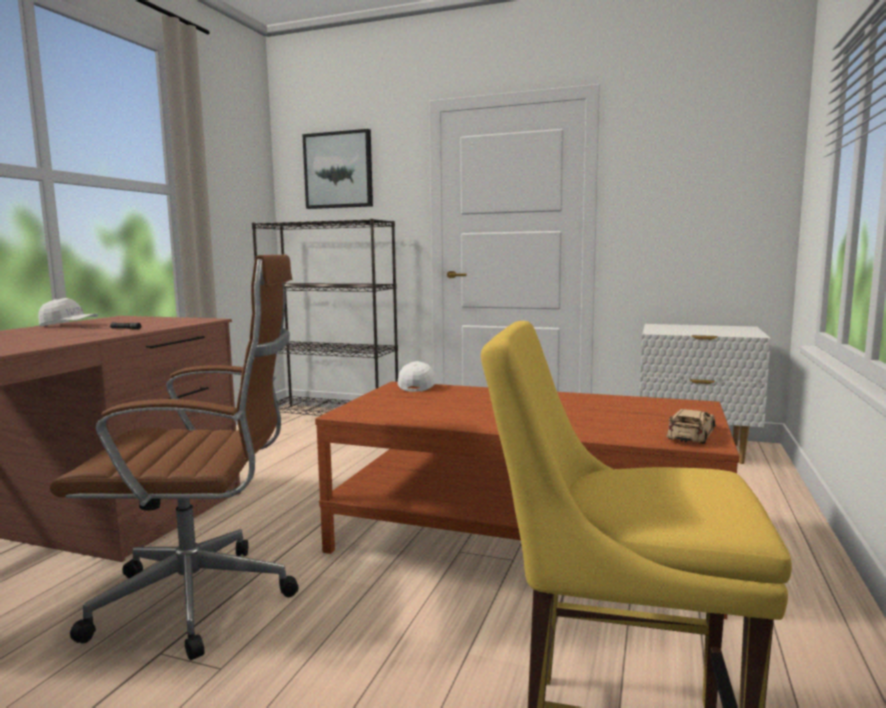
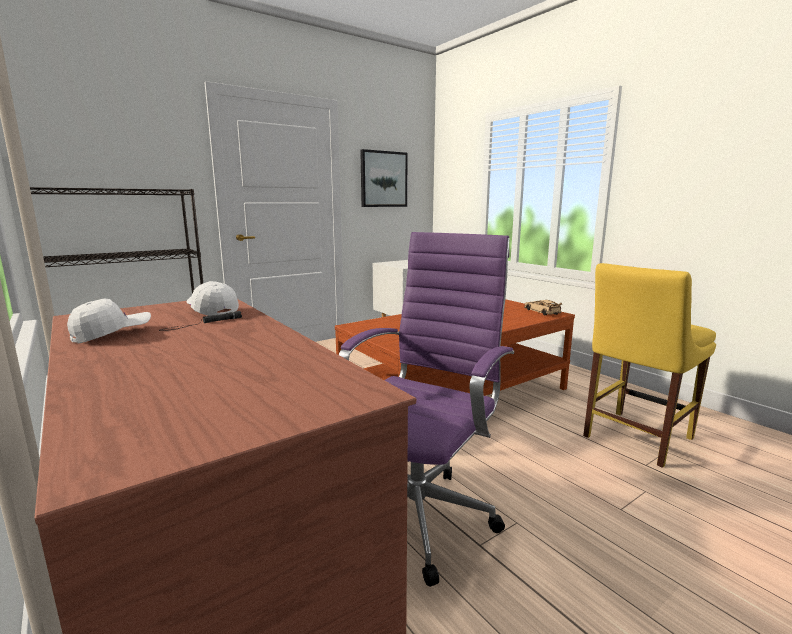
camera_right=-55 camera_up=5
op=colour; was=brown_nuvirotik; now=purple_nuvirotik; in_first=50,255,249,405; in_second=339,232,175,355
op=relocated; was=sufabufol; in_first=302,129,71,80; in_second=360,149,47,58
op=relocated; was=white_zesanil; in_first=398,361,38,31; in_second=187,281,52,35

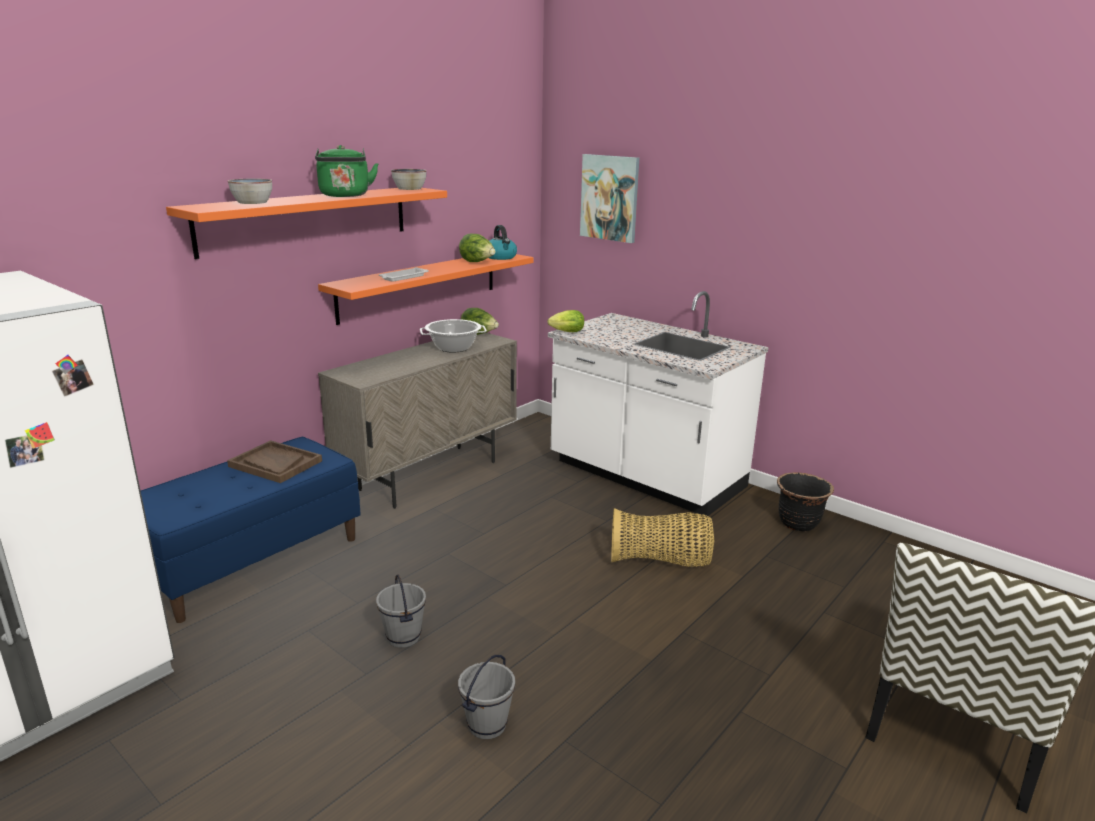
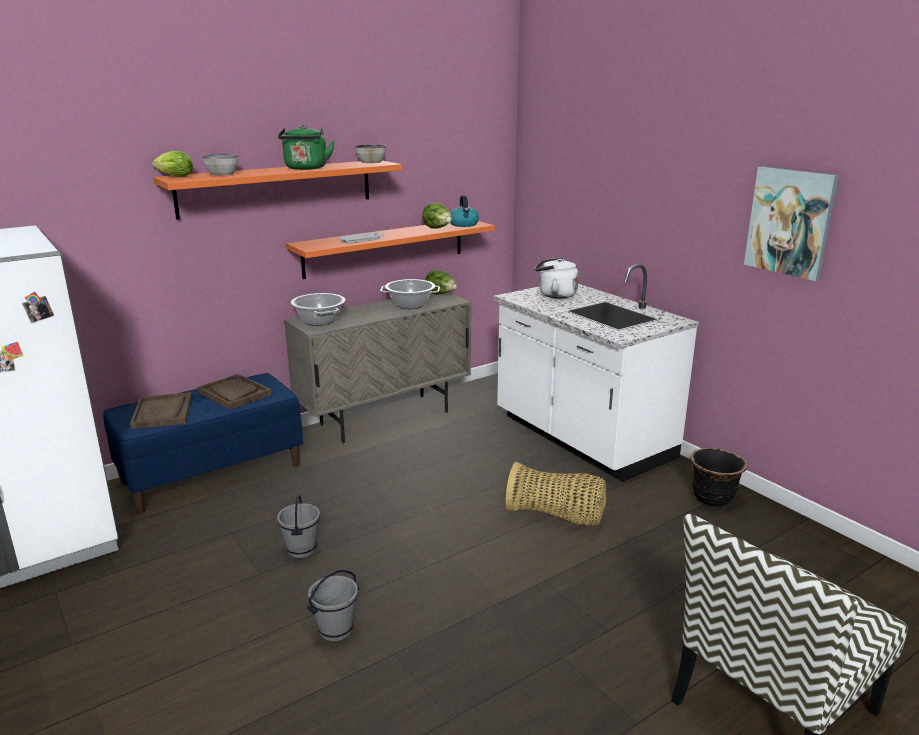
camera_right=15 camera_up=0
op=relocated; was=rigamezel; in_first=547,310,37,22; in_second=152,151,41,26
op=relocated; was=sufabufol; in_first=580,154,59,89; in_second=744,166,94,115
op=appeared; now=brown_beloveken; in_second=130,392,62,37
op=appeared; now=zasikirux; in_second=291,293,55,33
op=appeared; now=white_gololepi; in_second=535,257,44,42

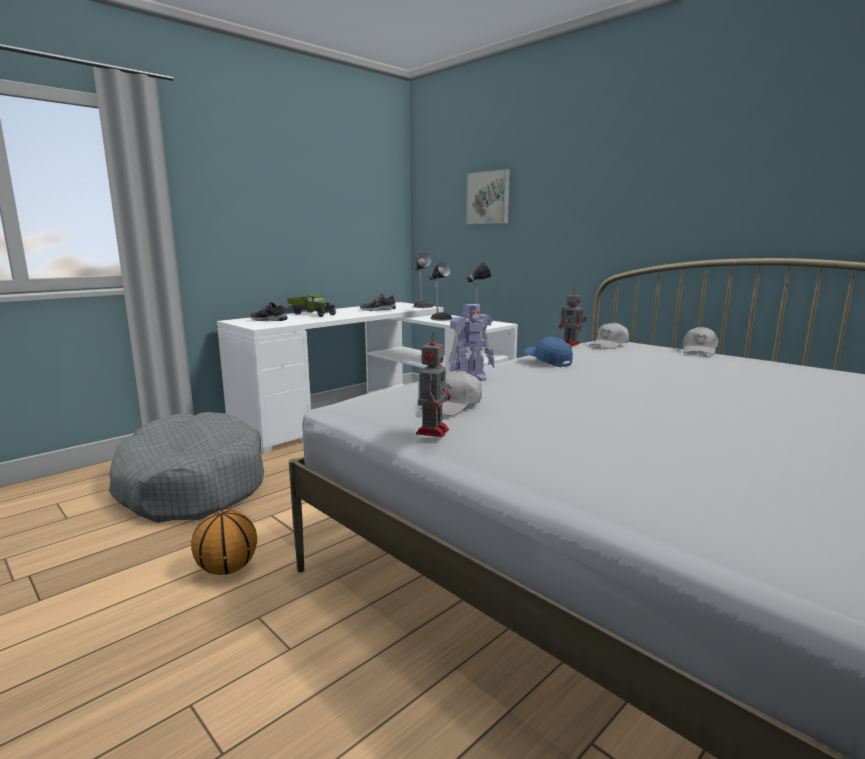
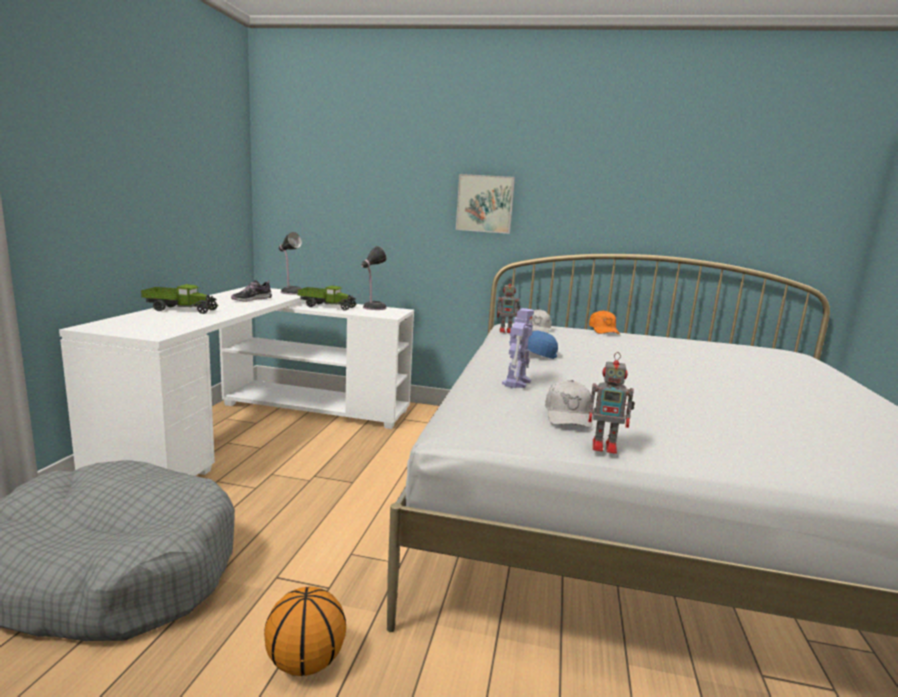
camera_right=-35 camera_up=0
op=missing; was=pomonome; in_first=250,302,38,19
op=spun; was=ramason; in_first=416,332,35,105; in_second=588,352,47,102; clockwise=120
op=exchanged; was=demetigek; now=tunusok; in_first=429,261,23,60; in_second=297,285,60,26
op=relocated; was=sufabufol; in_first=466,169,44,55; in_second=456,174,59,60
op=colour; was=white_zesanil; now=orange_zesanil; in_first=683,326,35,29; in_second=589,310,31,24

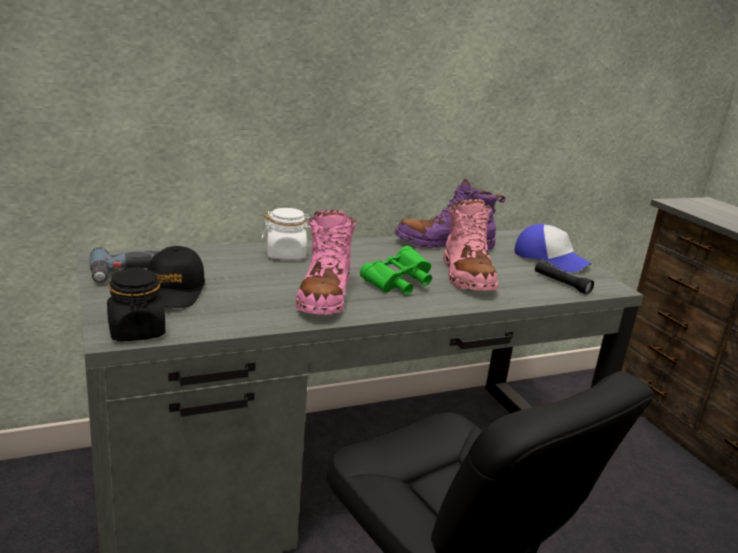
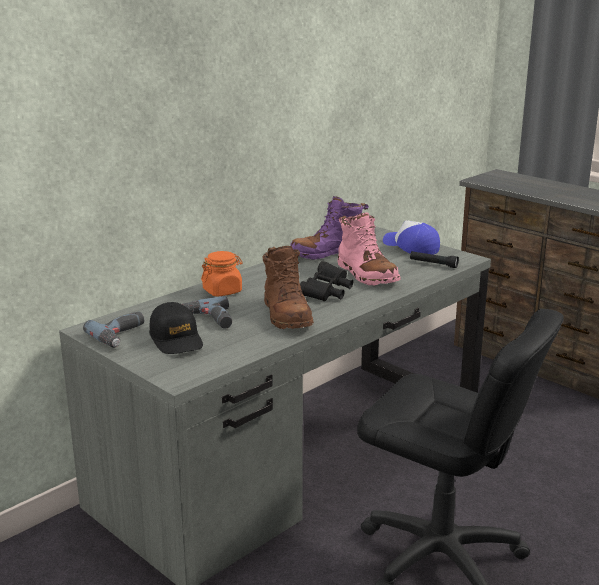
camera_right=-20 camera_up=0
op=missing; was=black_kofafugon; in_first=107,267,58,74
op=colour; was=white_kofafugon; now=orange_kofafugon; in_first=262,208,49,52; in_second=201,251,42,45
op=colour; was=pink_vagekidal; now=brown_vagekidal; in_first=296,210,60,105; in_second=262,246,52,83
op=colour; was=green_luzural; now=black_luzural; in_first=360,246,72,49; in_second=300,261,53,40
op=spun; was=zesanil; in_first=515,224,76,49; in_second=383,220,57,35; clockwise=-150
op=appeared; now=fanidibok; in_second=182,296,50,33

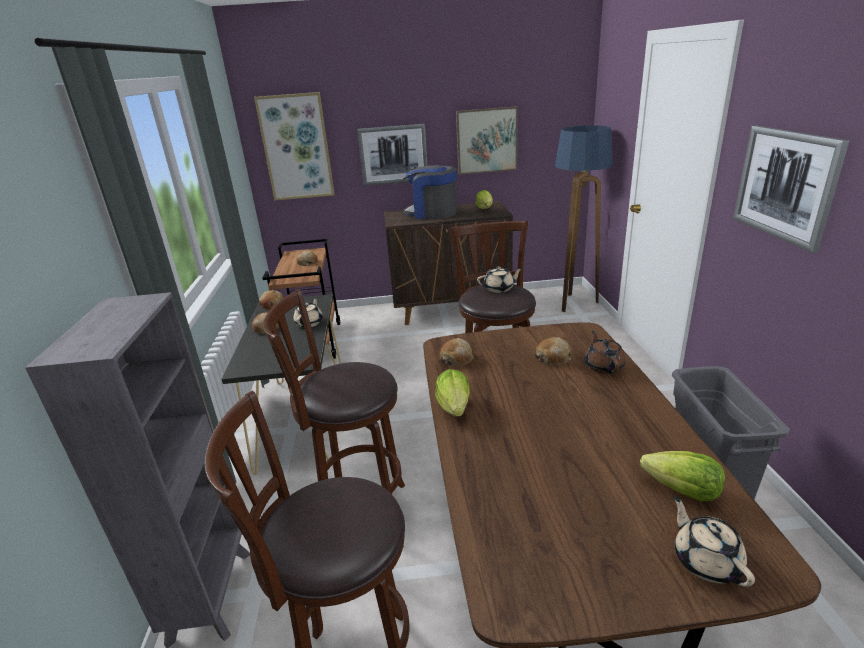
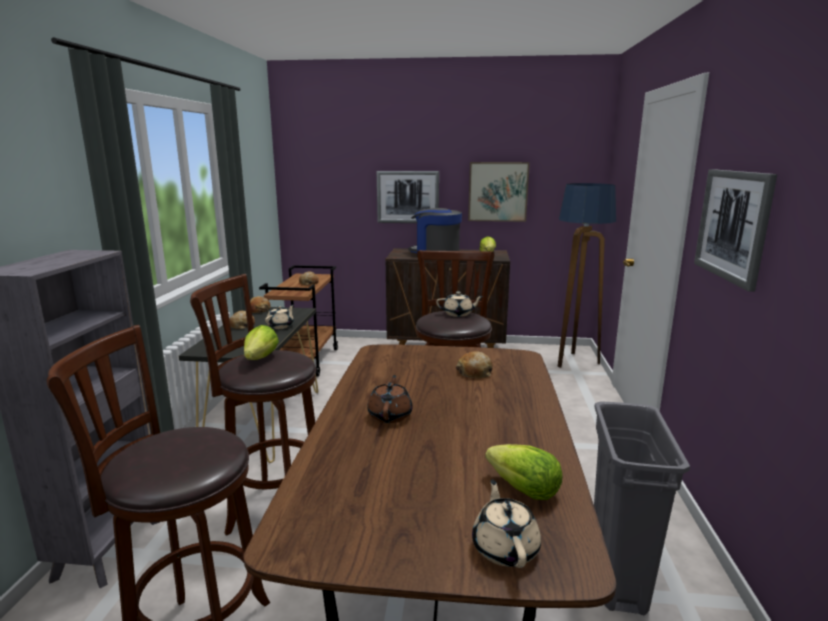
camera_right=10 camera_up=-10
op=missing; was=sufabufol; in_first=254,92,81,109
op=relocated; was=rigamezel; in_first=435,369,35,48; in_second=244,325,35,35
op=missing; was=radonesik; in_first=440,338,34,28
op=relocated; was=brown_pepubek; in_first=584,331,41,43; in_second=367,375,46,48

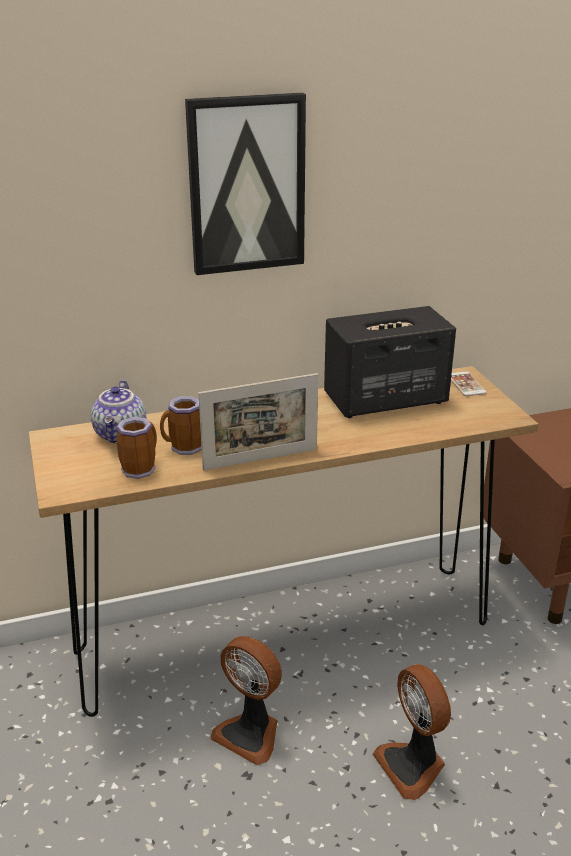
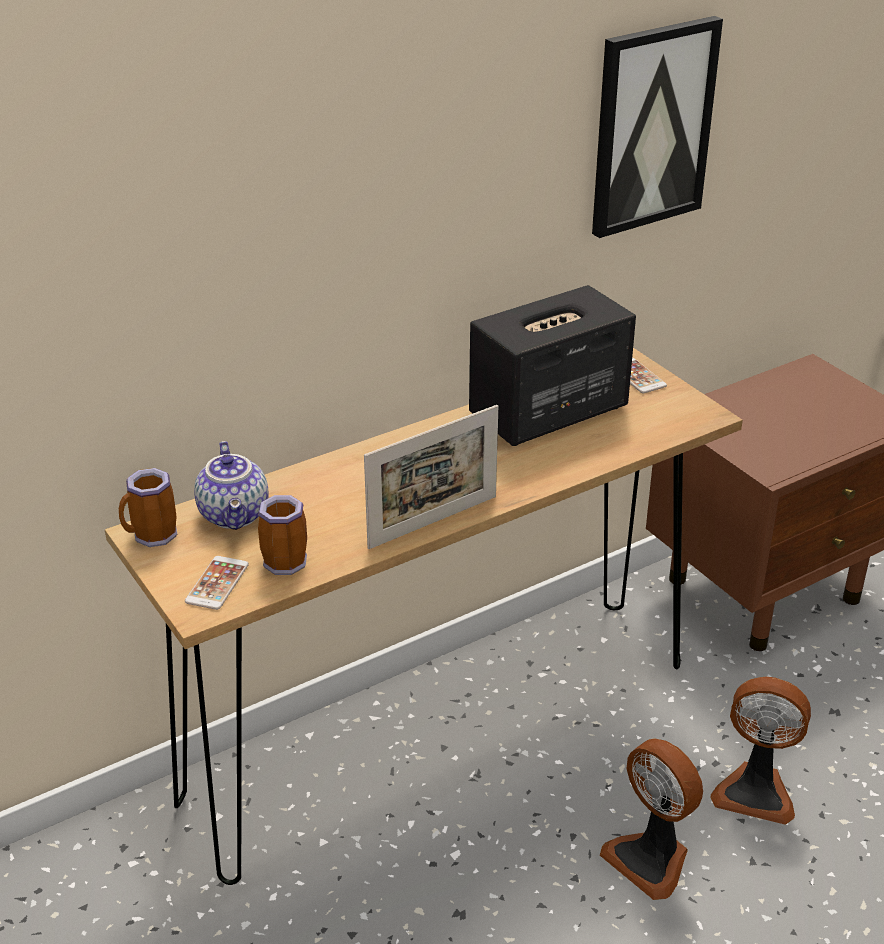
camera_right=-15 camera_up=5
op=relocated; was=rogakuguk; in_first=160,396,42,59; in_second=119,468,58,79
op=relocated; was=sufabufol; in_first=185,93,121,182; in_second=592,16,131,222
op=relocated; was=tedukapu; in_first=211,636,71,129; in_second=711,677,100,148
op=appeared; now=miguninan; in_second=185,556,64,54

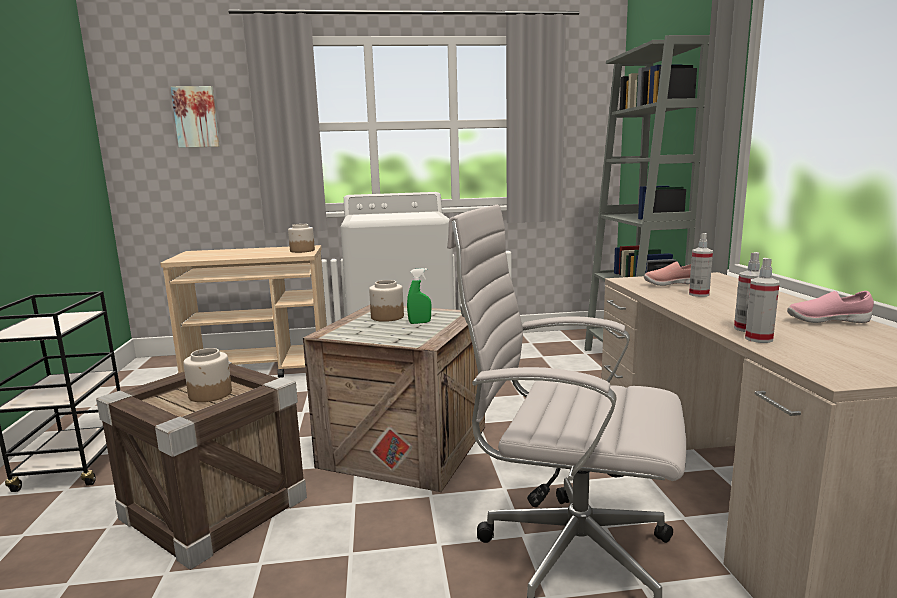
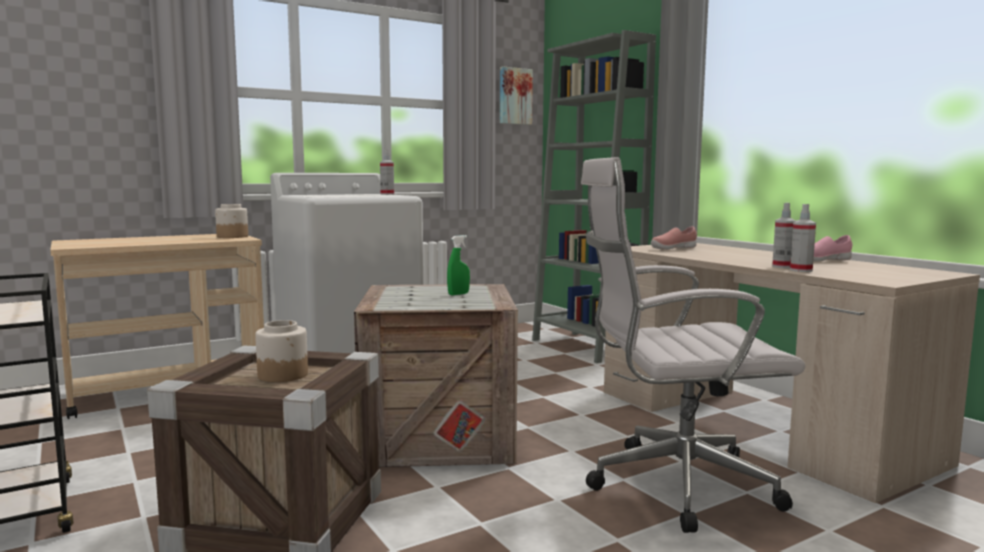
camera_right=-25 camera_up=-5
op=relocated; was=sufabufol; in_first=171,86,49,62; in_second=500,66,33,59
op=missing; was=kofafugon; in_first=369,280,35,42
op=relocated; was=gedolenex; in_first=689,233,24,64; in_second=380,150,14,45

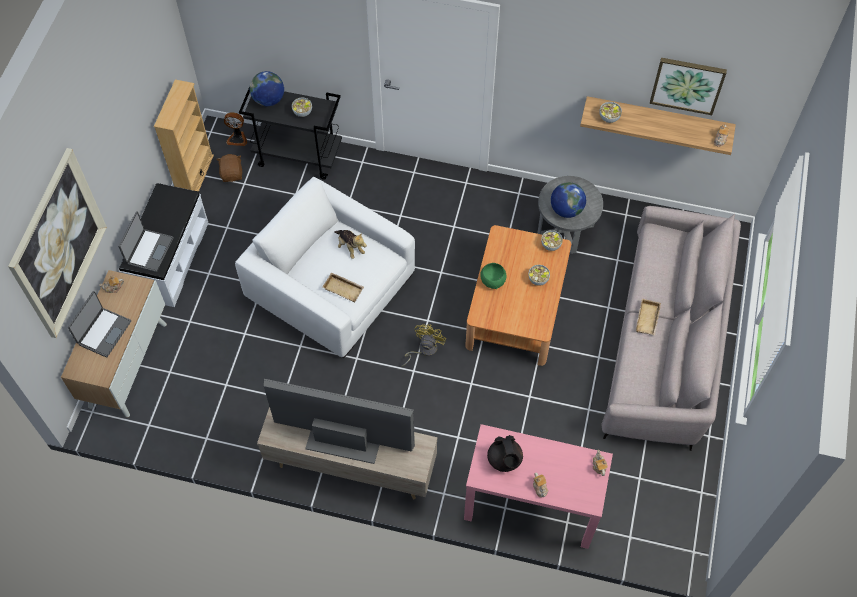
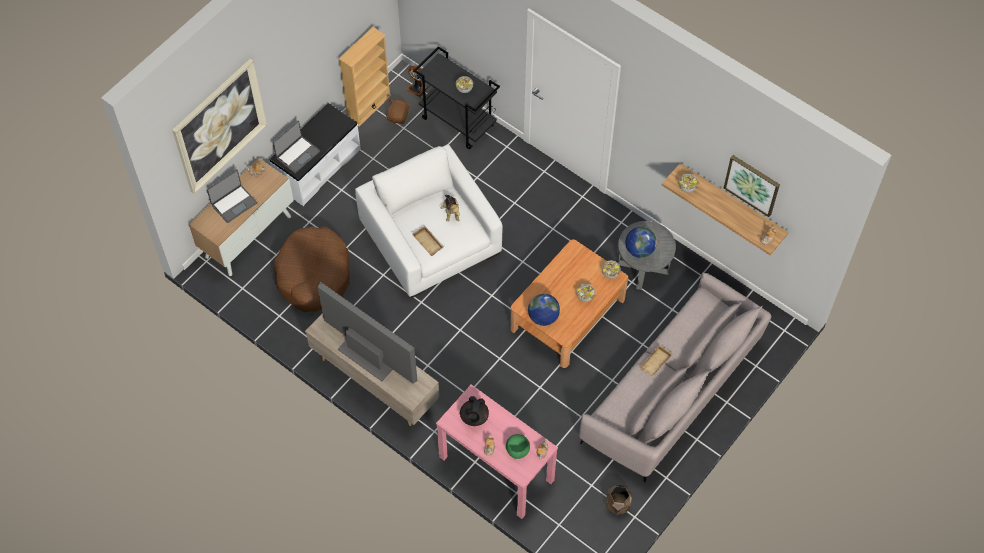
camera_right=25 camera_up=0
op=relocated; was=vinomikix; in_first=249,71,35,35; in_second=528,294,32,32
op=missing; was=yellow_tedukapu; in_first=402,324,44,42
op=relocated; was=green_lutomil; in_first=480,263,26,26; in_second=506,434,24,25
op=appeared; now=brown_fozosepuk; in_second=274,226,76,86
op=appeared; now=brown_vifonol; in_second=606,485,26,30

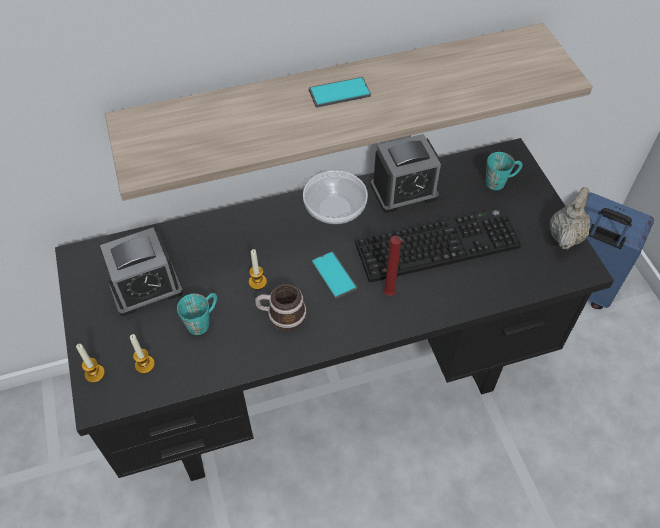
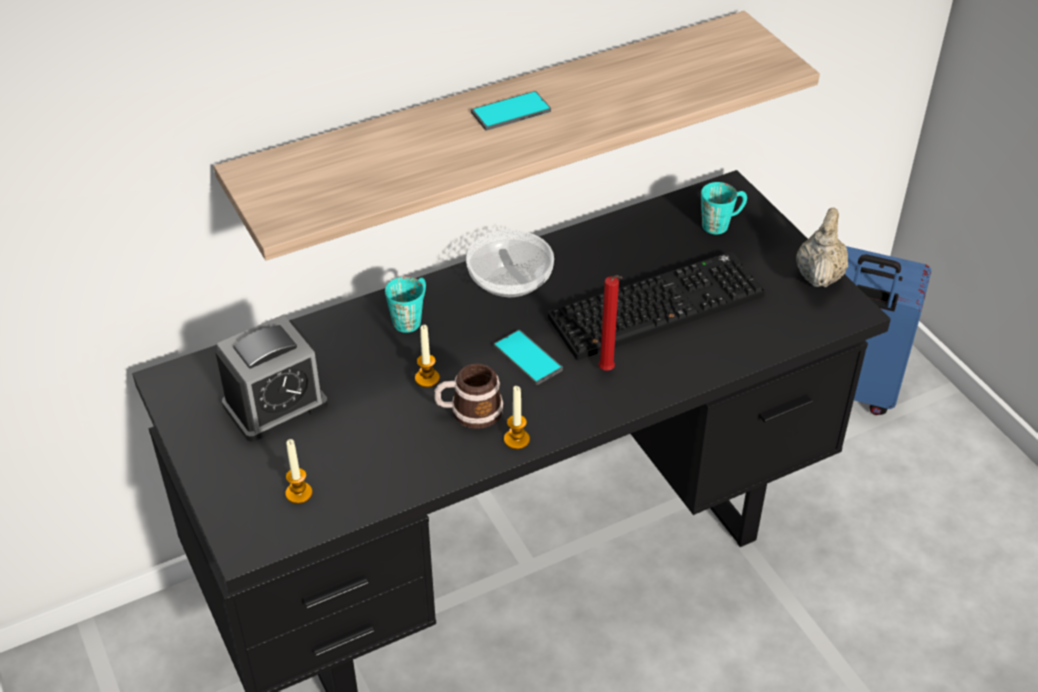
camera_right=-10 camera_up=-10
op=relocated; was=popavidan; in_first=76,344,29,39; in_second=504,386,26,64
op=relocated; was=turquoise_rogakuguk; in_first=177,293,40,42; in_second=385,277,41,56
op=missing; was=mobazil; in_first=371,134,70,79

